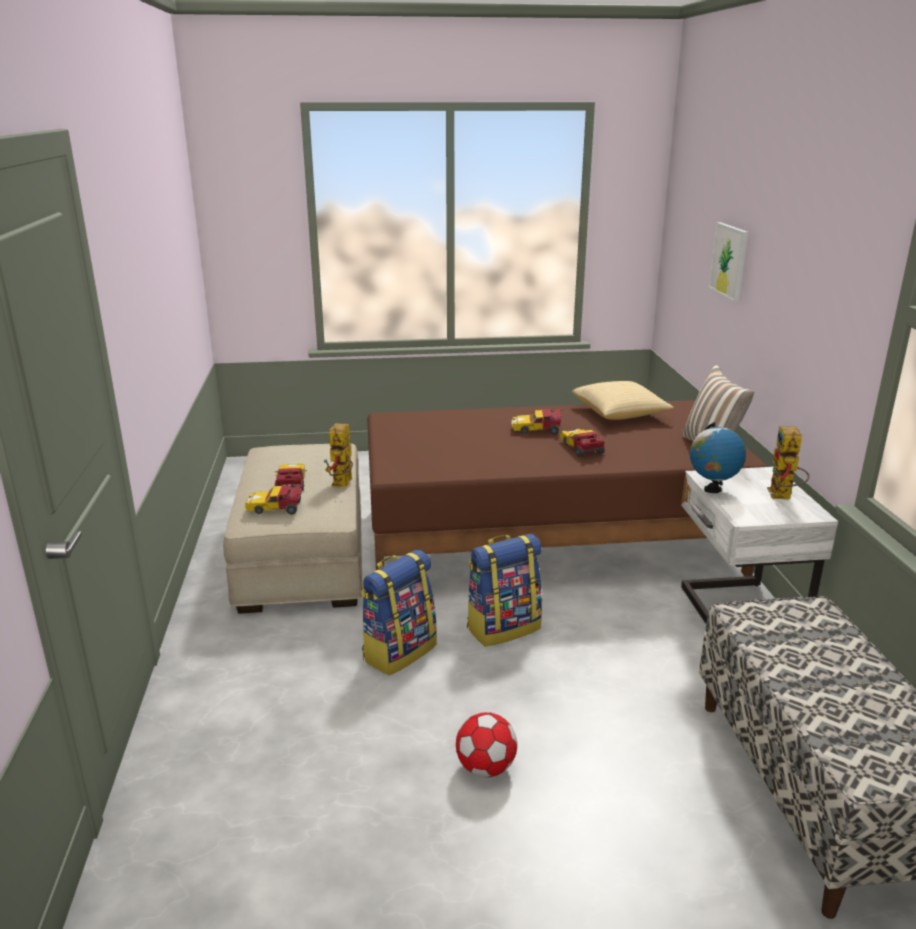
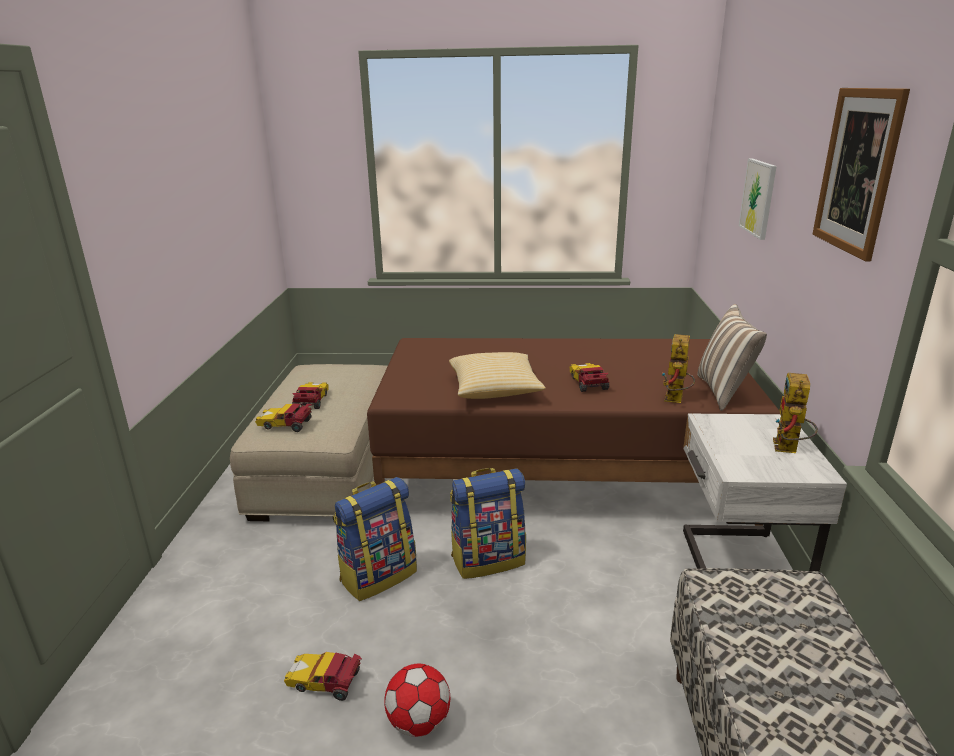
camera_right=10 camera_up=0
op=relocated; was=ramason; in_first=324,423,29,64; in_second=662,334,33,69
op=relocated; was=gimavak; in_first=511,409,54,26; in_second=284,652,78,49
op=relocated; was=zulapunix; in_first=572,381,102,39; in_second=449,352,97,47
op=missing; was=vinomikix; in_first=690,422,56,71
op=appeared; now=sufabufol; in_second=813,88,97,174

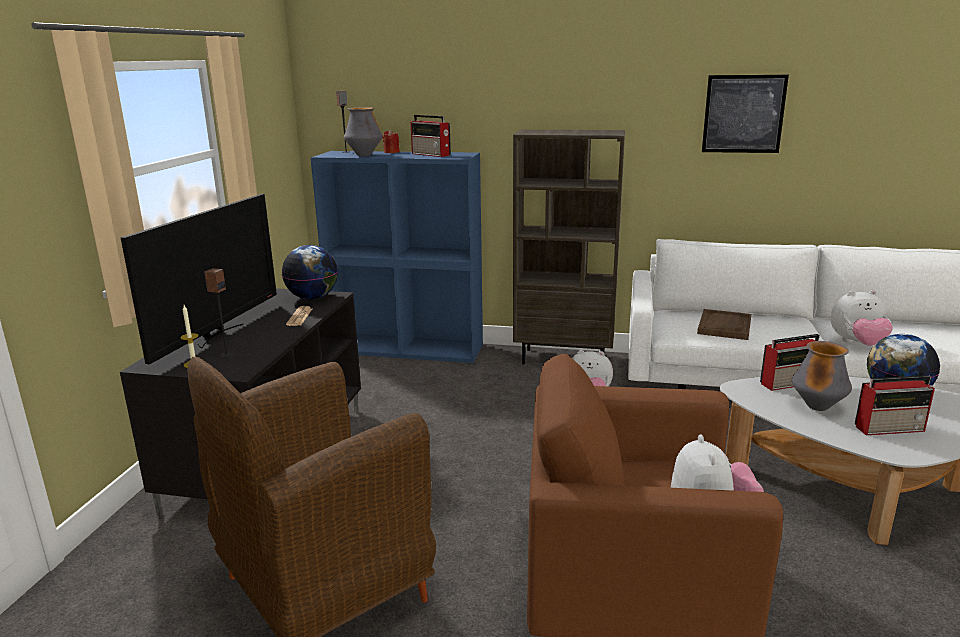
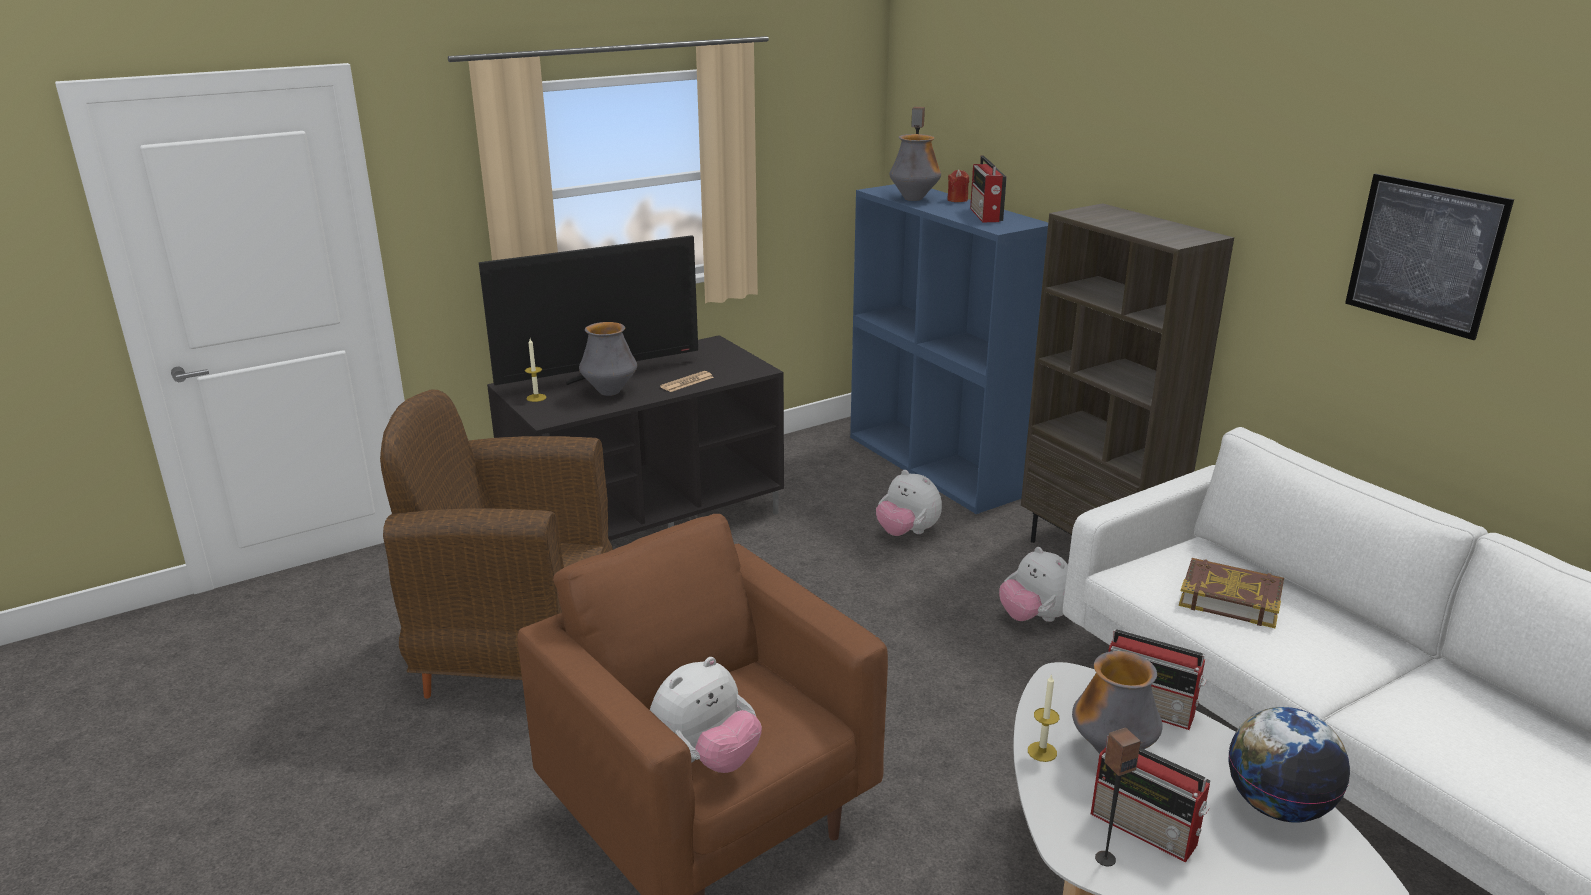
camera_right=45 camera_up=5
op=relocated; was=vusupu; in_first=204,268,29,90; in_second=1095,727,46,139
op=missing; was=vinomikix; in_first=282,245,56,55
op=exchanged; was=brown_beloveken; now=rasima; in_first=697,309,55,31; in_second=1179,558,105,70
op=relocated; was=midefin; in_first=831,290,62,56; in_second=876,470,66,66
op=appeared; now=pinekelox; in_second=579,322,58,74
op=appeared; now=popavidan; in_second=1028,674,31,88

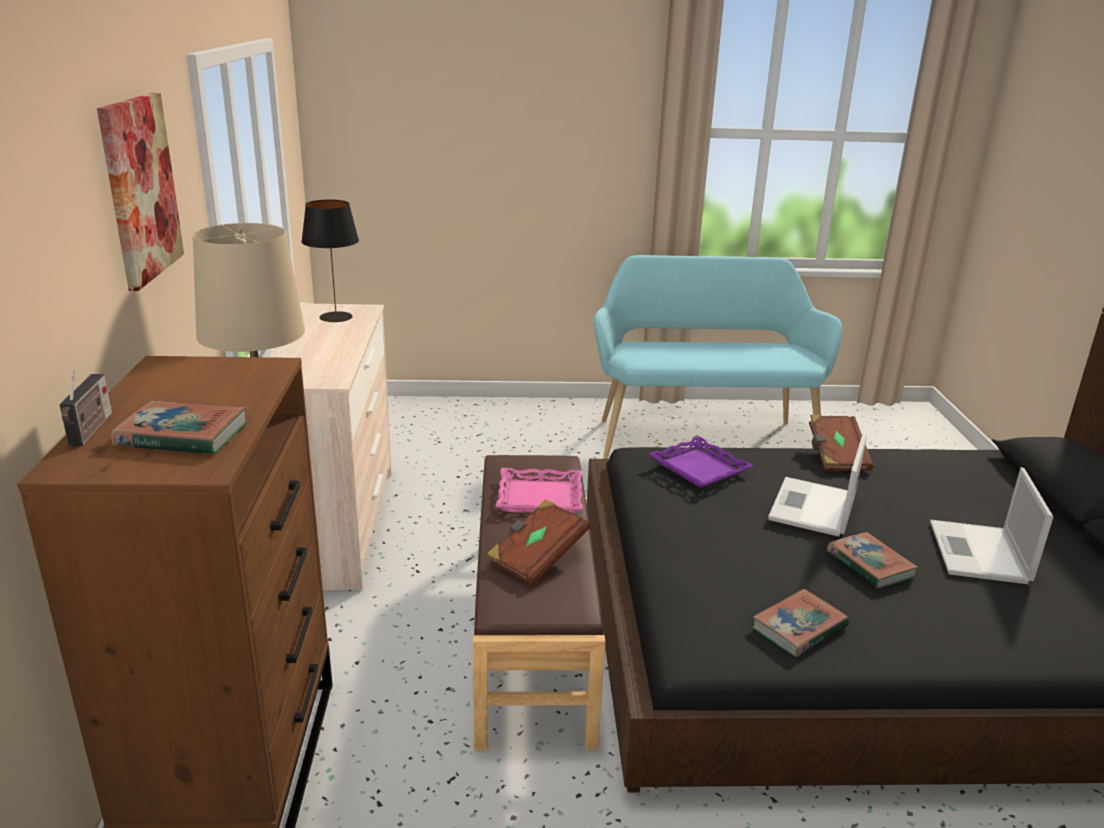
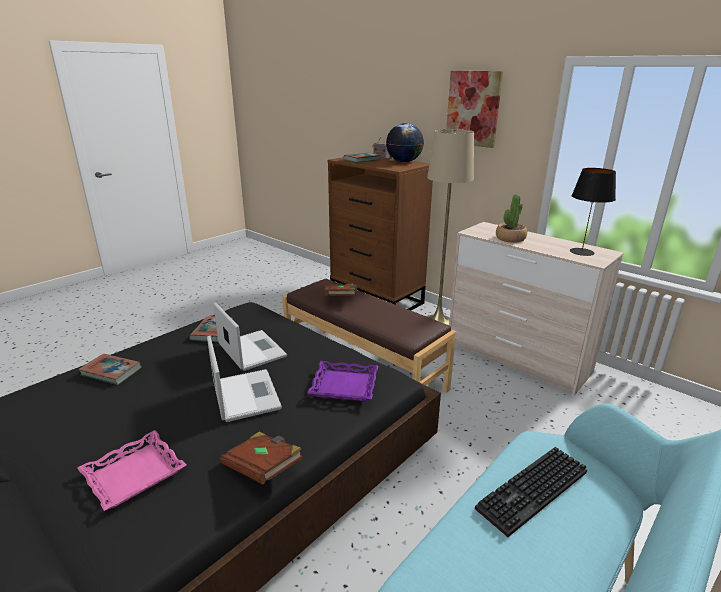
camera_right=135 camera_up=0
op=relocated; was=pink_beloveken; in_first=496,468,87,45; in_second=77,430,109,81
op=relocated; was=rasima; in_first=827,532,91,57; in_second=78,354,64,31
op=relocated; was=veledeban; in_first=930,467,123,117; in_second=213,302,74,69
op=appeared; now=vinomikix; in_second=386,123,38,39
op=appeared; now=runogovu; in_second=475,447,112,90
op=appeared; now=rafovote; in_second=496,194,31,49

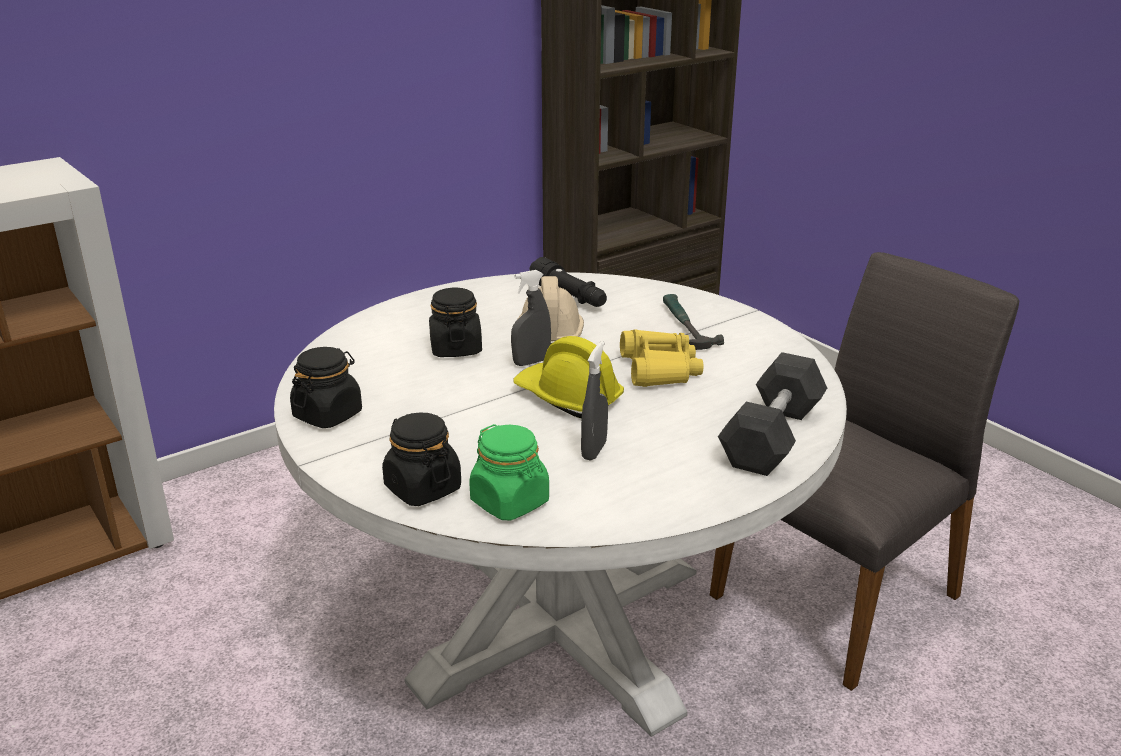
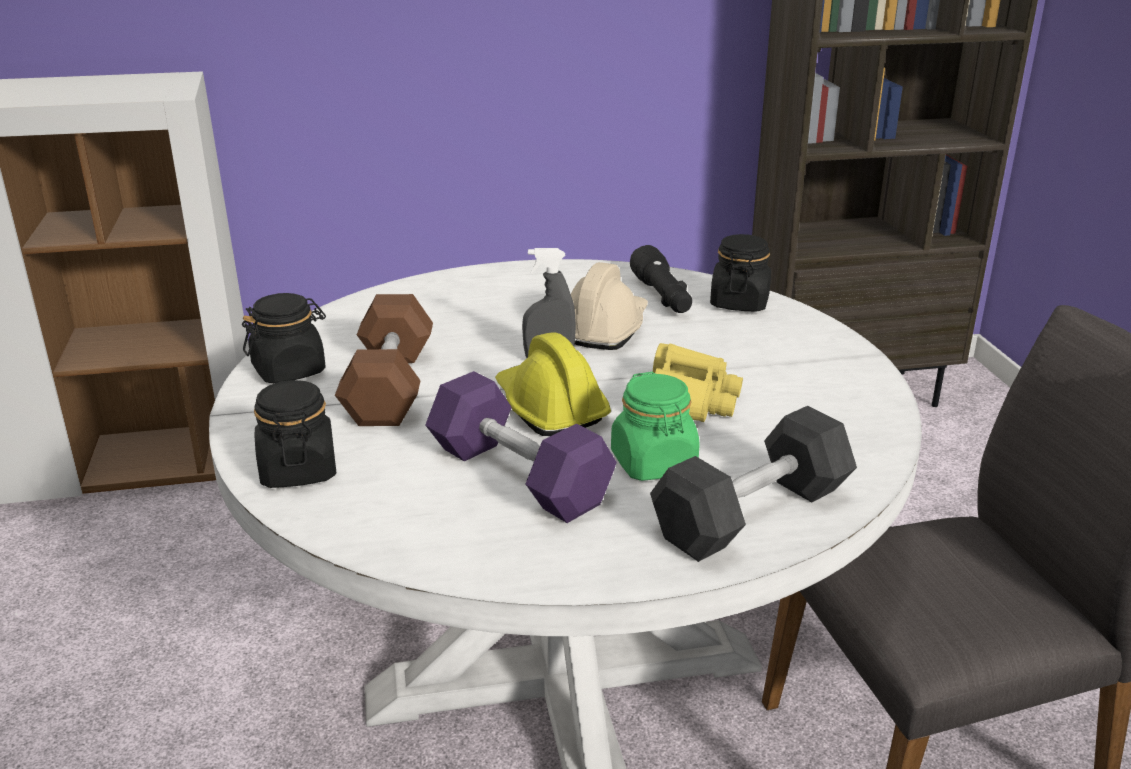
camera_right=25 camera_up=0
op=relocated; was=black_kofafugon; in_first=429,288,53,69; in_second=710,234,61,77
op=relocated; was=green_kofafugon; in_first=469,424,80,96; in_second=611,372,89,109
op=exchanged; was=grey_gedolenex; now=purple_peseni; in_first=581,341,27,120; in_second=425,371,192,152
op=missing; was=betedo; in_first=663,294,61,56
op=appeared; now=brown_peseni; in_second=335,294,98,132

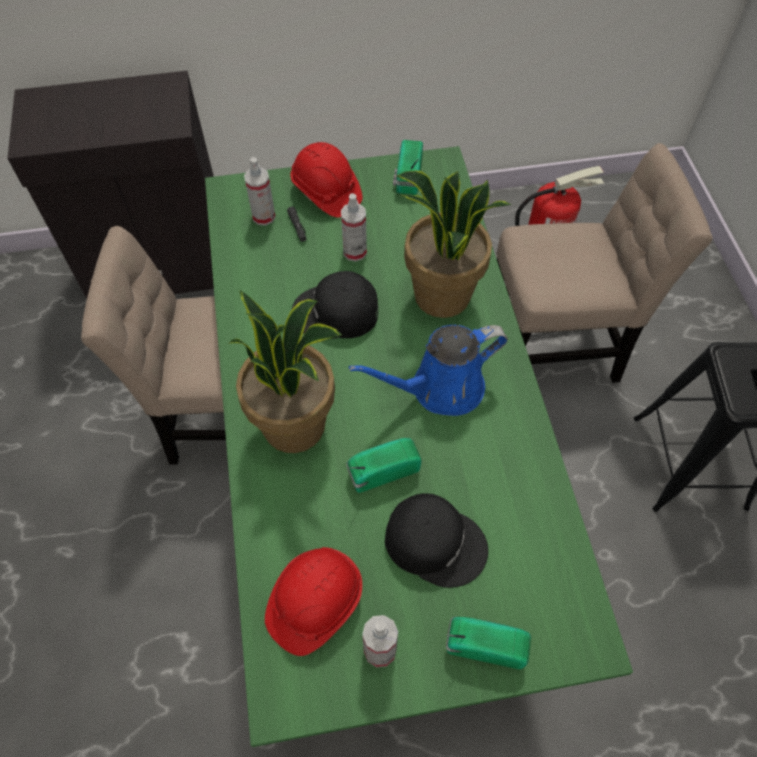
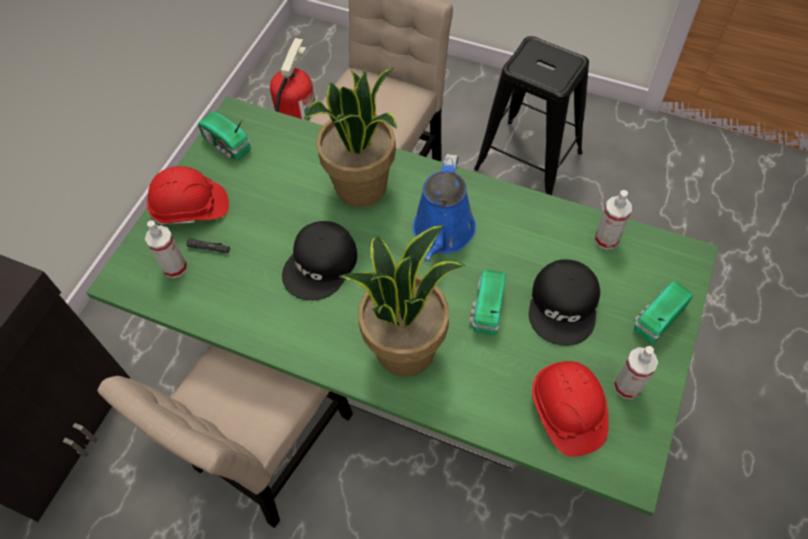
camera_right=-55 camera_up=0
op=relocated; was=gedolenex; in_first=341,193,26,69; in_second=595,190,37,60
op=spun; was=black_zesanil; in_first=385,493,103,95; in_second=529,259,71,87; clockwise=135

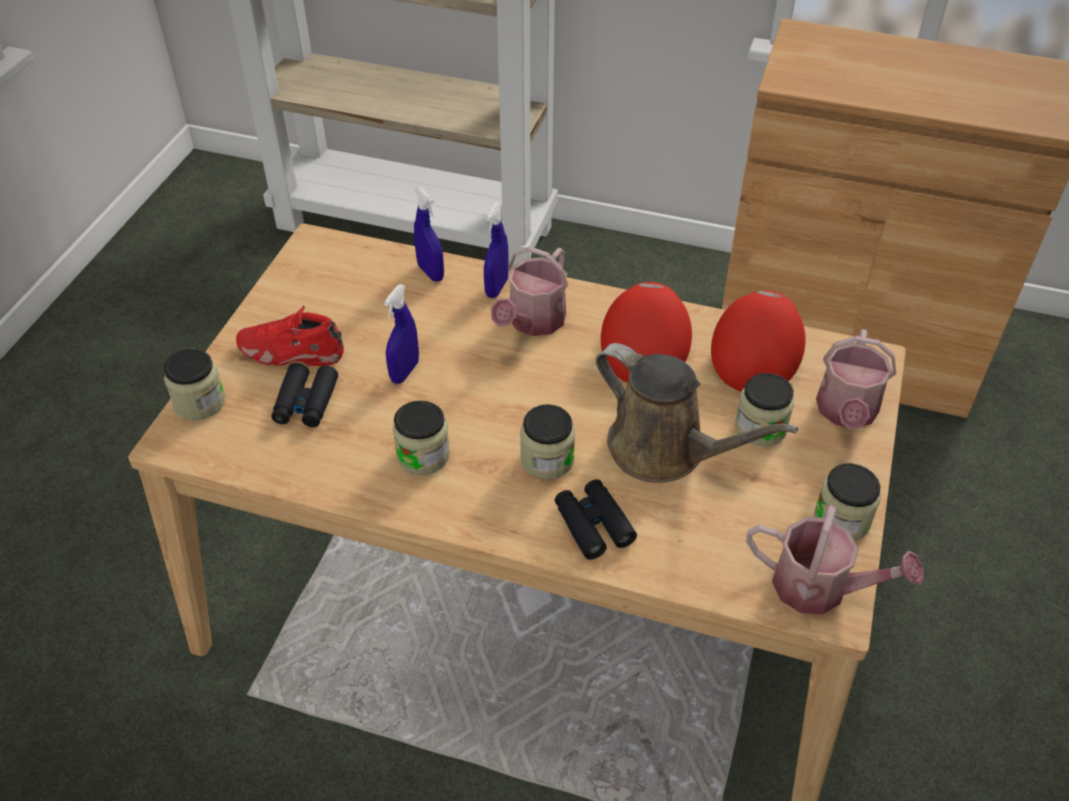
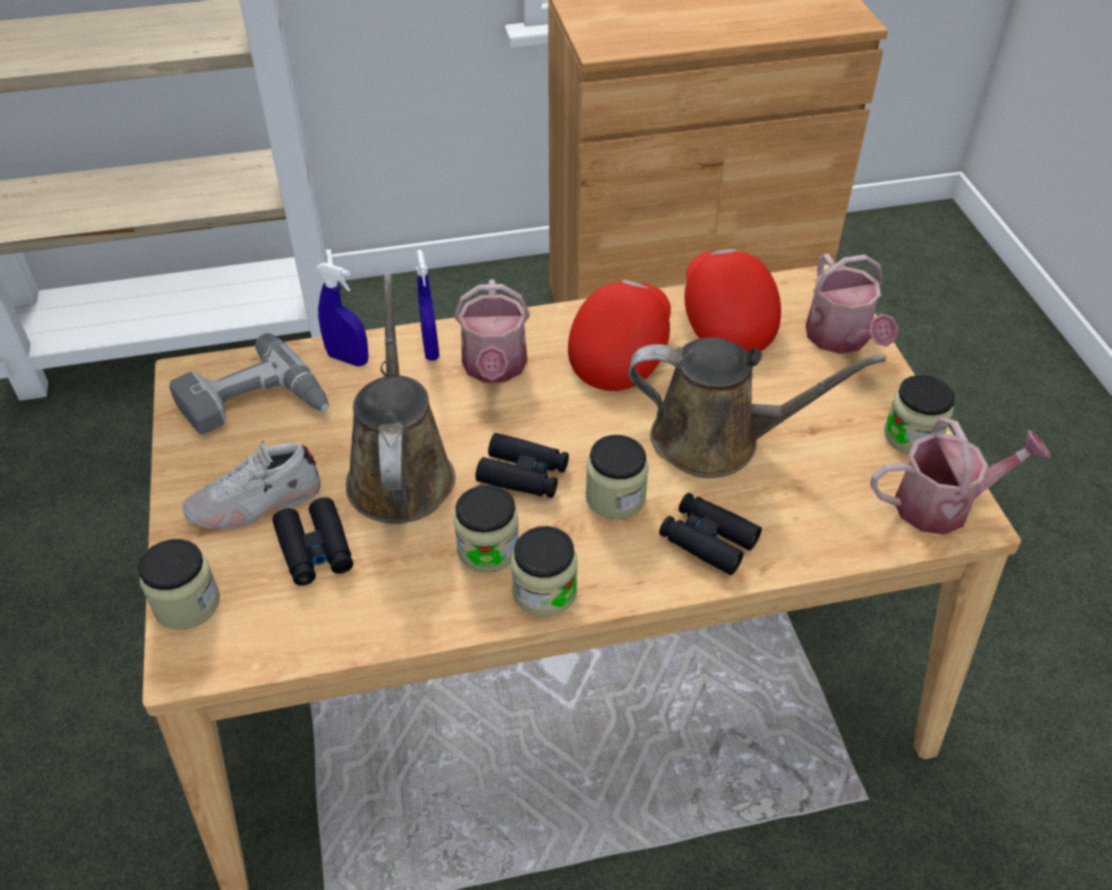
camera_right=-30 camera_up=0
op=colour; was=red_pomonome; now=white_pomonome; in_first=236,306,108,60; in_second=182,441,139,88
op=exchanged; was=blue_gedolenex; now=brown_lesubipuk; in_first=384,284,35,100; in_second=346,274,110,250
op=spun; was=red_zesanil; in_first=601,282,91,101; in_second=568,280,103,111; clockwise=45
op=relocated; was=kofafugon; in_first=735,373,59,73; in_second=511,526,67,91
op=appeared; now=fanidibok; in_second=169,333,160,101
op=appeared; now=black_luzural; in_second=475,433,94,65

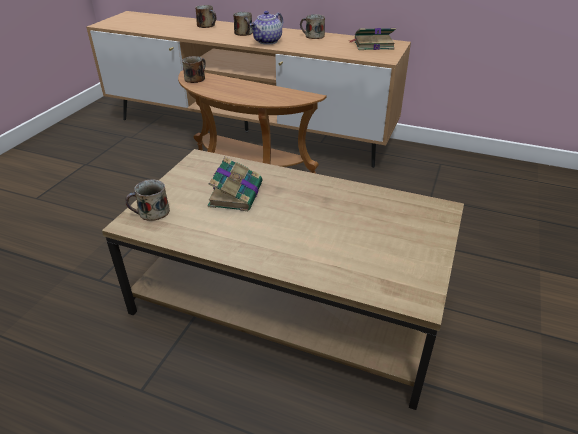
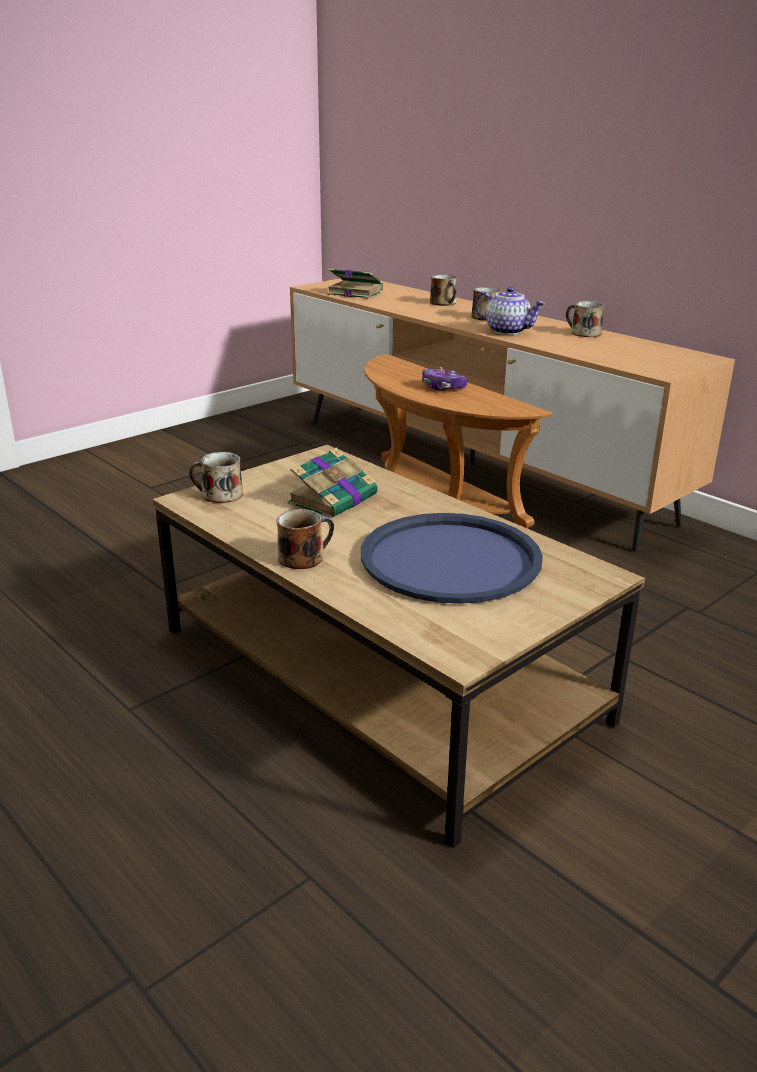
camera_right=25 camera_up=-10
op=relocated; was=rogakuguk; in_first=182,56,24,27; in_second=276,509,58,60
op=spun; was=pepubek; in_first=250,11,33,34; in_second=475,286,70,49; clockwise=-120
op=relocated; was=rasima; in_first=350,28,46,22; in_second=327,268,56,31
op=appeared; now=blue_beloveken; in_second=361,513,182,91
op=appeared; now=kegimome; in_second=422,367,46,24

